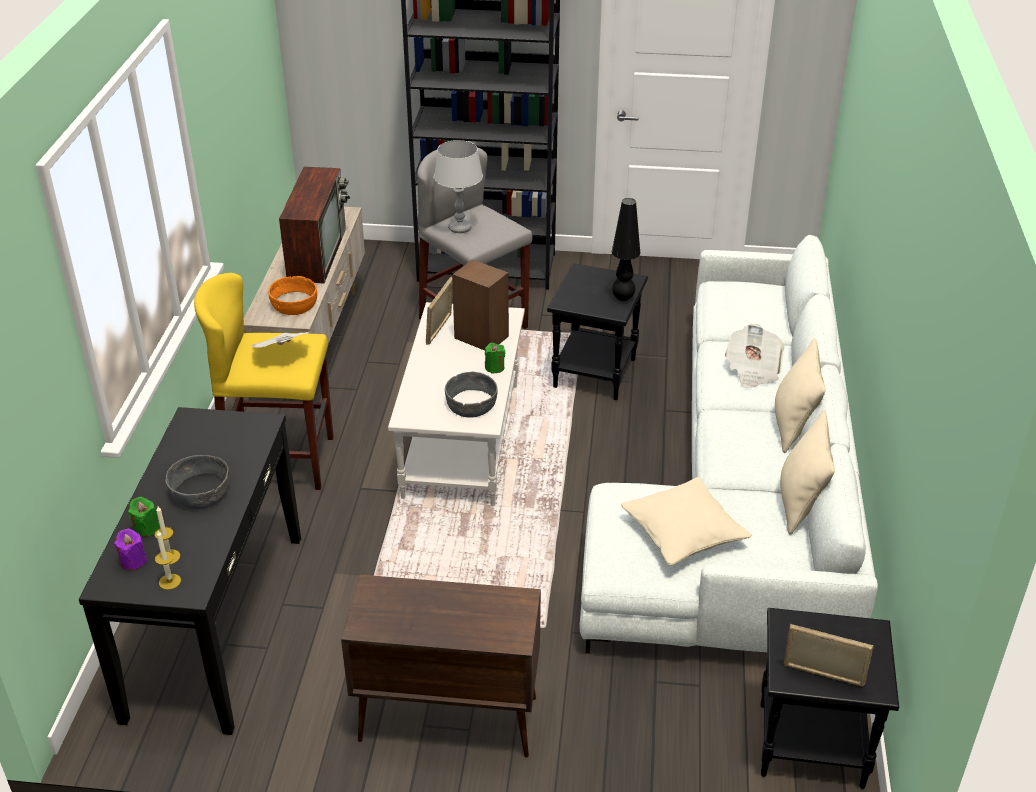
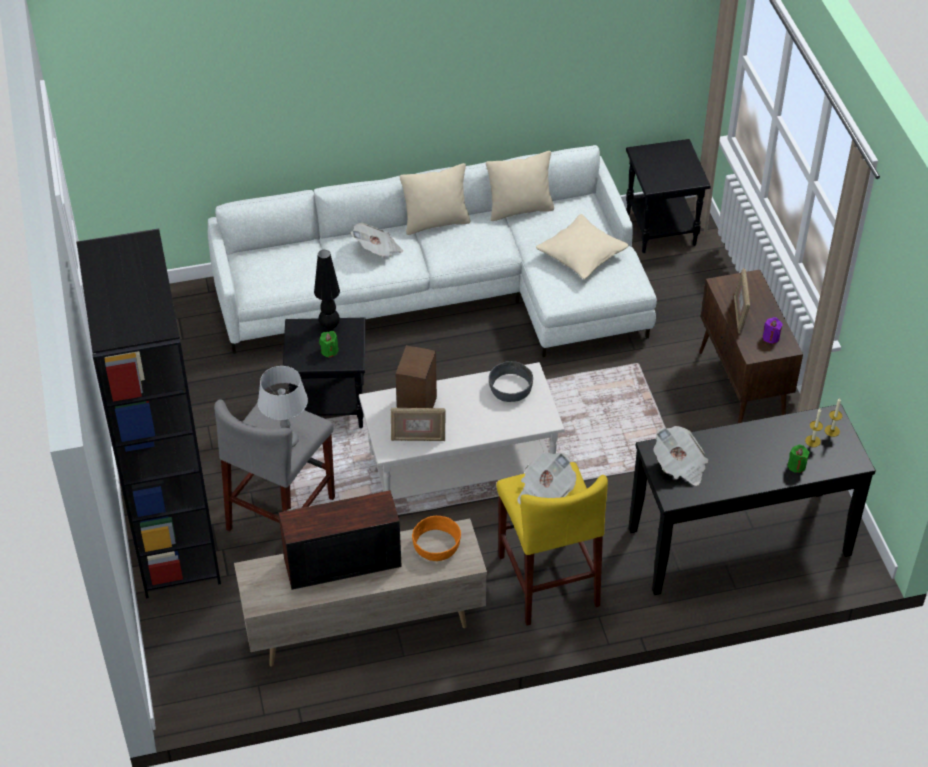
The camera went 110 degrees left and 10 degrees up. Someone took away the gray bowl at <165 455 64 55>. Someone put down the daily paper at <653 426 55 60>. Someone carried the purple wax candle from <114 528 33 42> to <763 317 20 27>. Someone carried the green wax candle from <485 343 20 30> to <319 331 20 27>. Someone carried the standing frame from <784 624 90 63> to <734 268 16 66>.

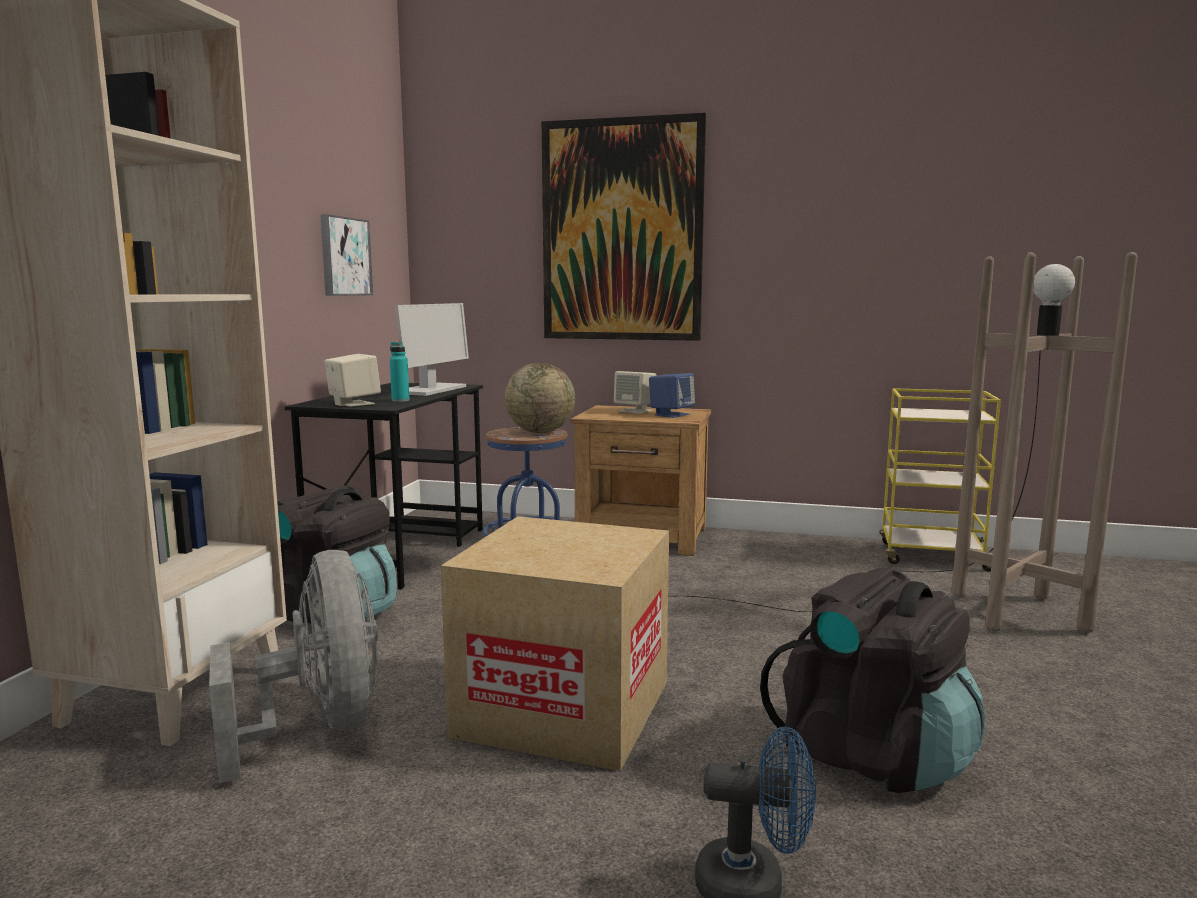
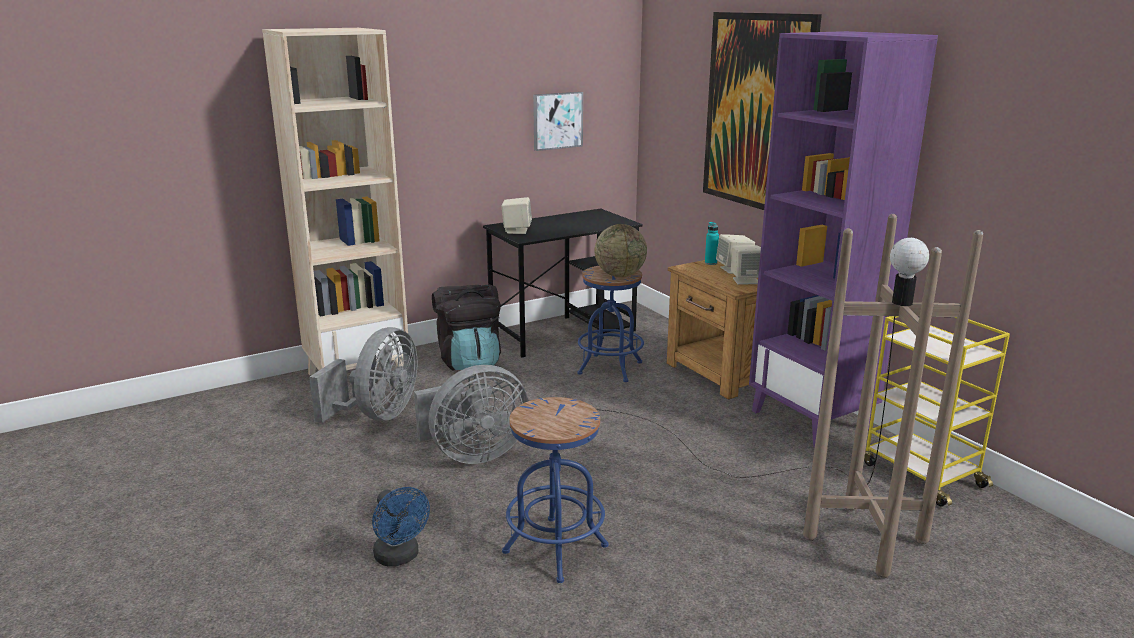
The camera went 45 degrees right and 10 degrees up. Someone took away the monitor at <395 303 74 93>. Someone put down the purple bookshelf at <749 31 189 417>. Someone carried the blue-green beverage bottle from <390 342 20 60> to <705 222 14 43>. Someone swapped the packing box at <441 516 228 255> for the gray cooling fan at <414 365 115 99>. Someone swapped the black knapsack at <760 568 225 225> for the blue stool at <502 397 106 186>. Someone repainted the blue audio speaker at <649 373 46 45>, which became the beige-coloured audio speaker at <731 245 30 40>.

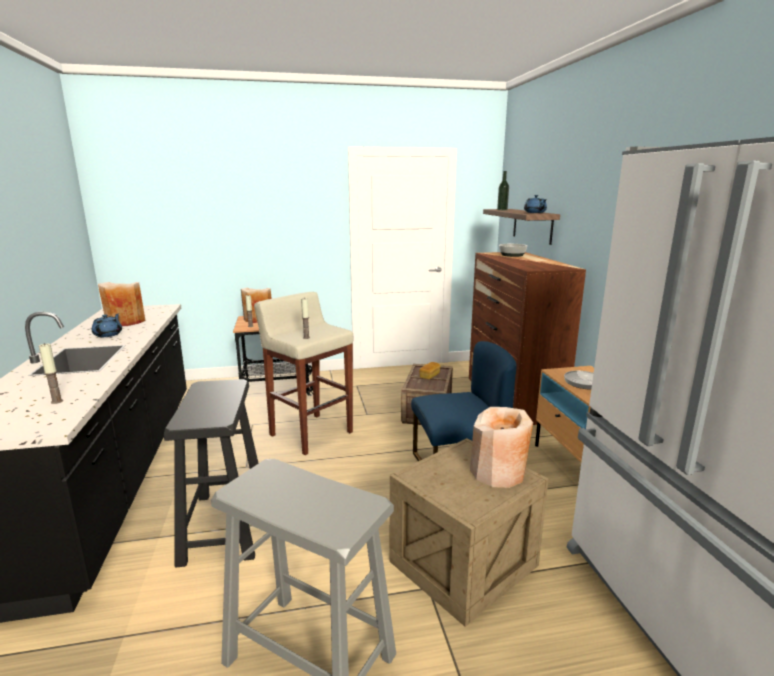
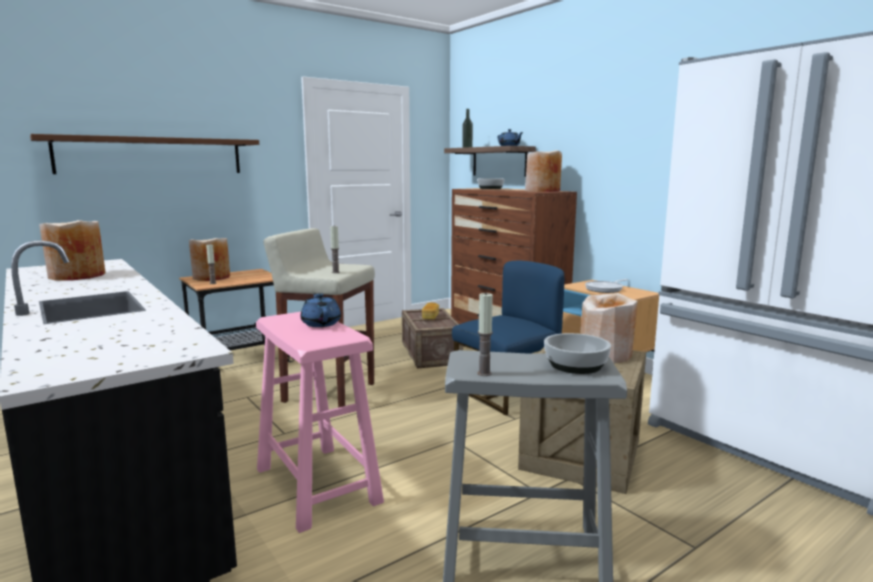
The camera went 25 degrees left and 5 degrees down. Someone put up the brown-coloured shelf at <30 134 229 40>. Someone put down the beige-coloured vase at <525 150 37 42>. Someone put down the bowl at <544 333 67 41>. Someone carried the wax candle from <39 344 24 60> to <477 293 16 83>. Someone carried the blue teapot from <92 313 30 24> to <301 293 40 34>. Someone repainted the black stool at <164 379 94 189>, which became the pinkish stool at <256 312 128 221>.

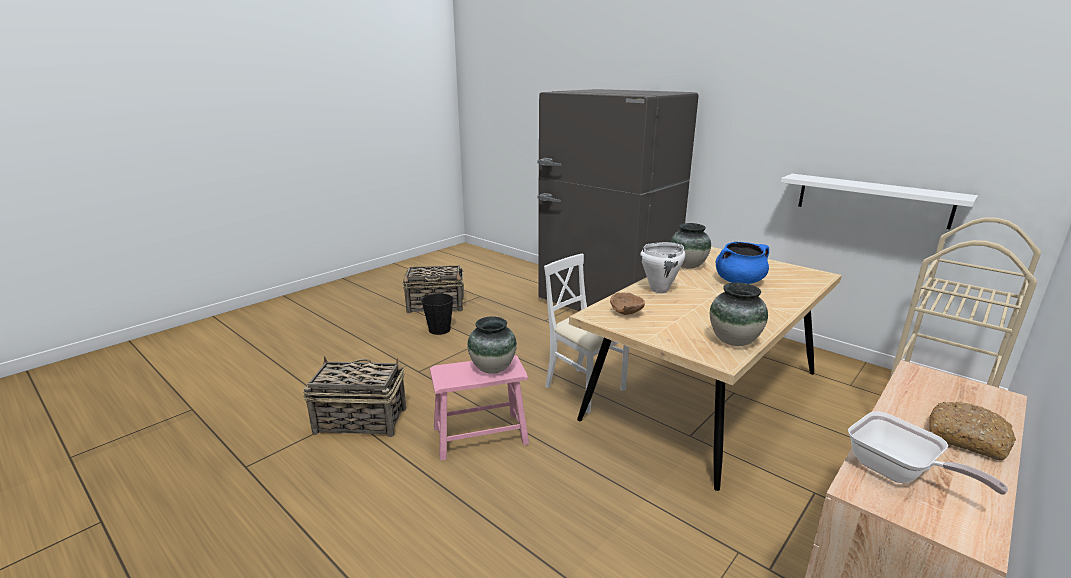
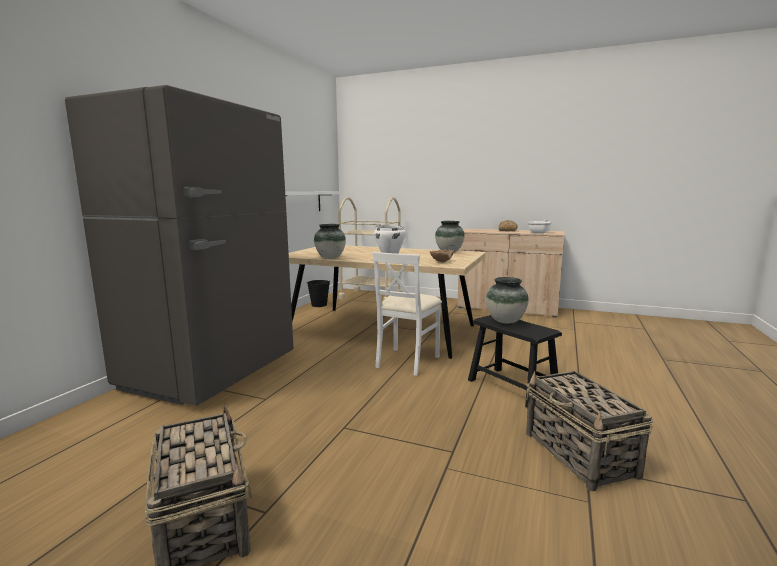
The camera went 110 degrees left and 10 degrees down. Someone took away the blue cooking pot at <716 242 53 42>. Someone carried the black water bucket from <421 292 32 43> to <307 280 23 27>. Someone repainted the pinkish stool at <430 355 99 105>, which became the black stool at <468 315 94 93>.

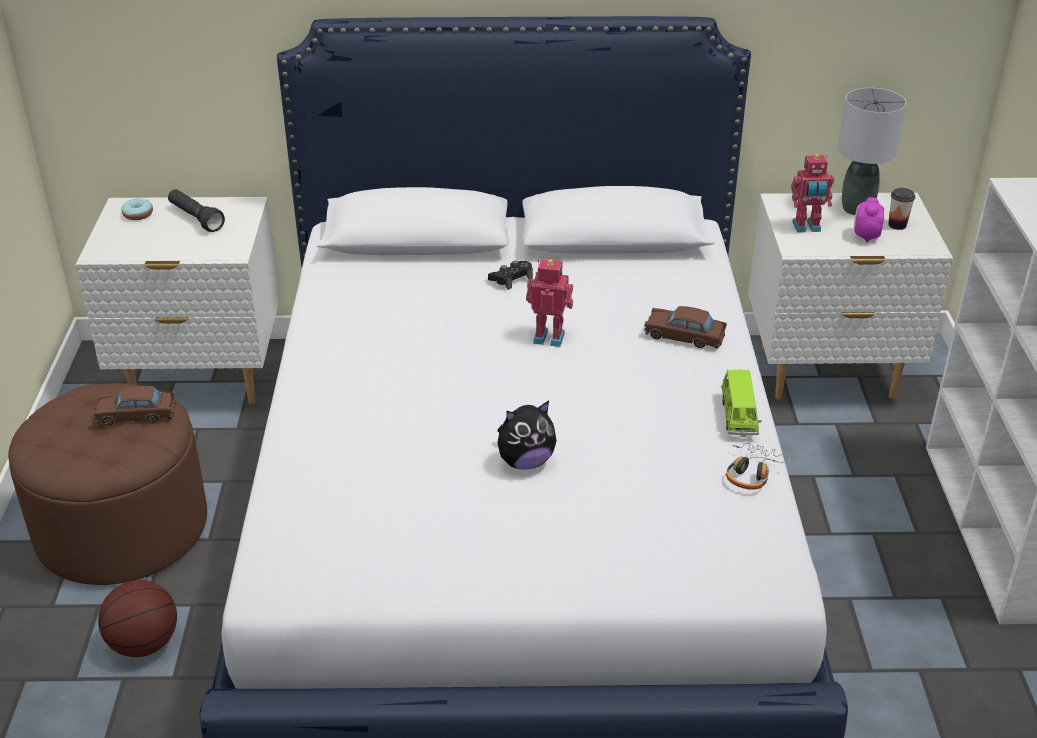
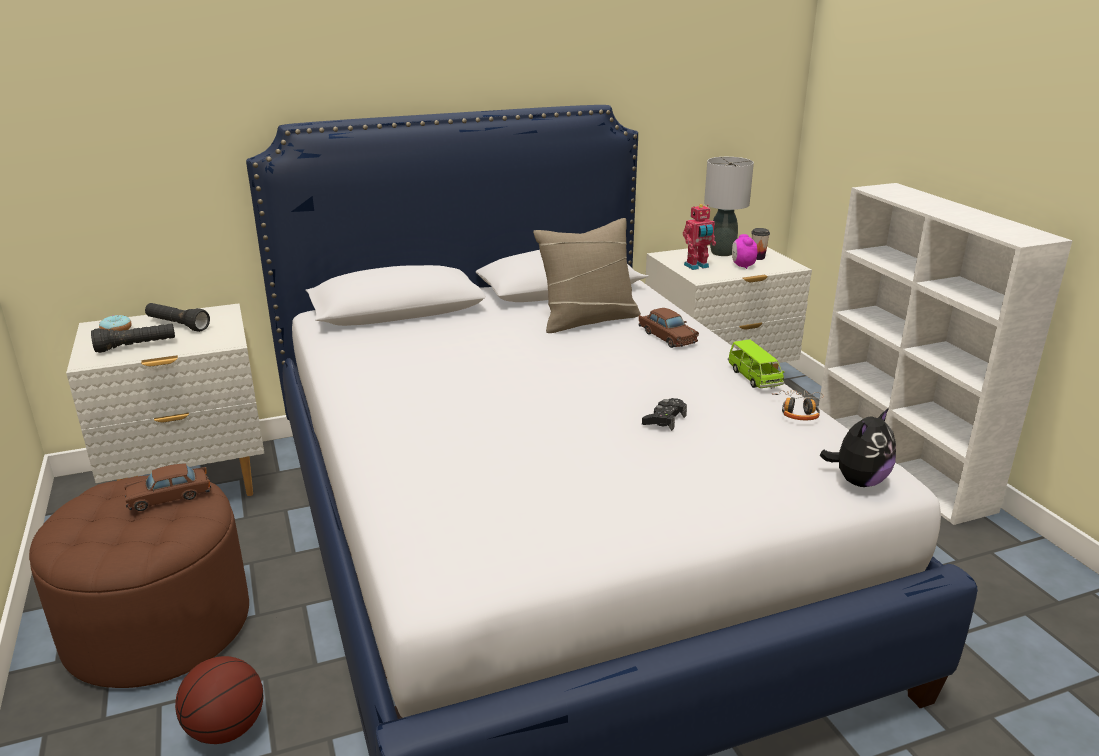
The camera went 20 degrees left and 10 degrees down. Someone took away the toy robot at <526 259 47 88>. Someone put down the black hand torch at <91 323 84 30>. Someone put down the beige-coloured cushion at <533 218 108 115>. Someone carried the black gamepad from <488 260 45 30> to <642 398 45 33>. Someone carried the soft toy from <497 401 60 69> to <820 408 76 79>. Someone rotated the brown-coloured toy car at <645 306 82 42> by 120 degrees counterclockwise.

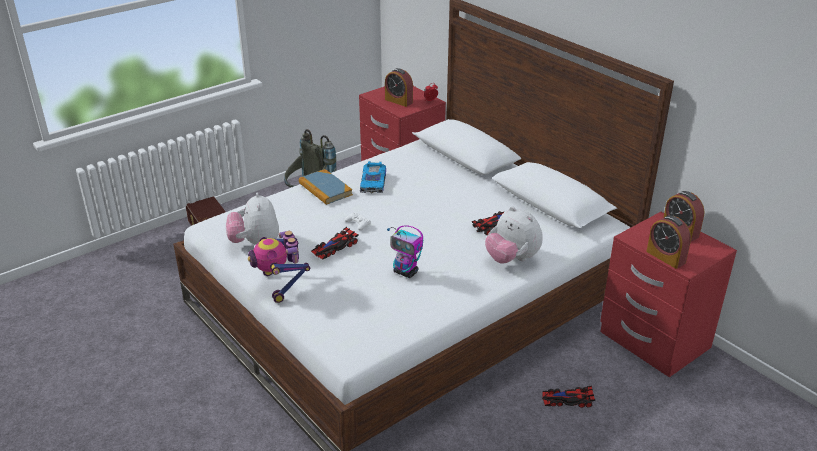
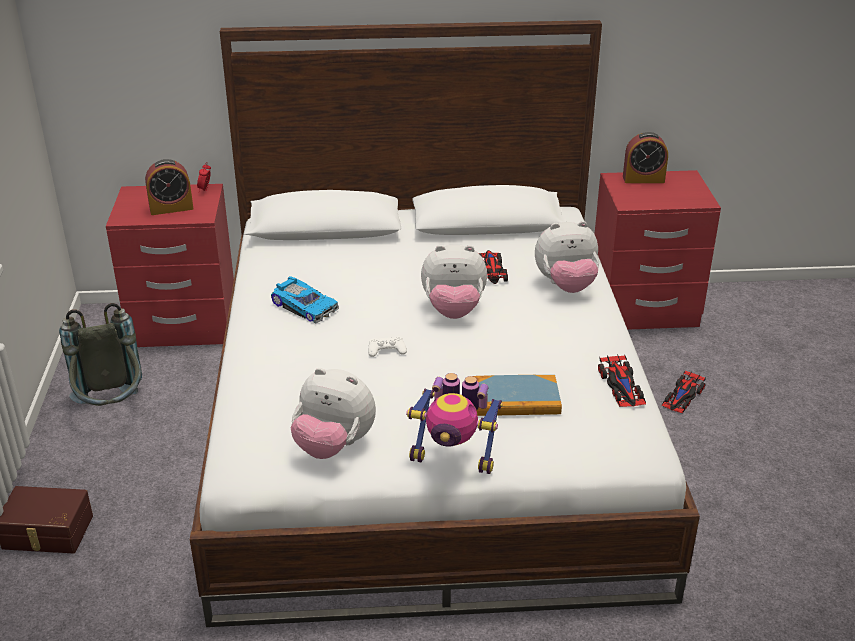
The camera went 55 degrees left and 0 degrees up. Someone took away the toy robot at <387 225 36 53>. Someone took away the alarm clock at <646 215 45 54>. Someone put down the soft toy at <421 245 66 74>. Someone carried the volume from <299 169 54 36> to <473 375 89 41>. Someone carried the toy car from <311 227 48 32> to <598 355 48 52>.

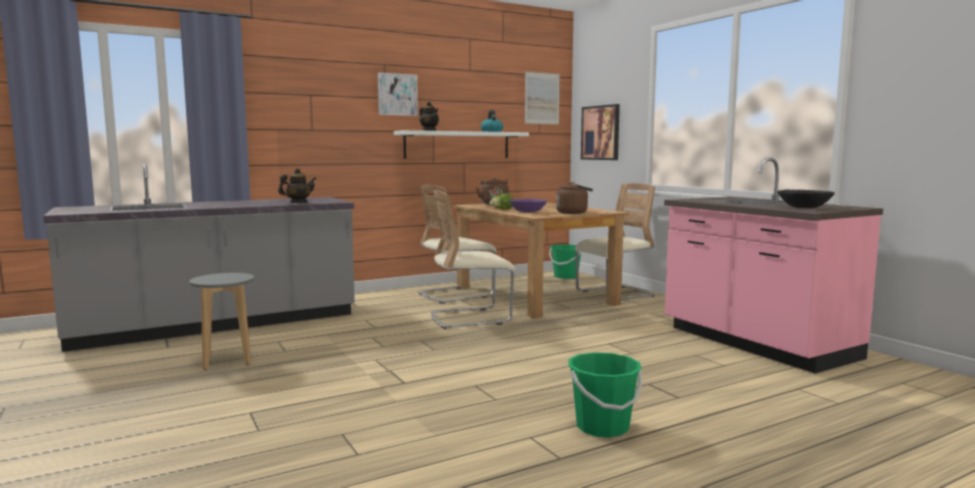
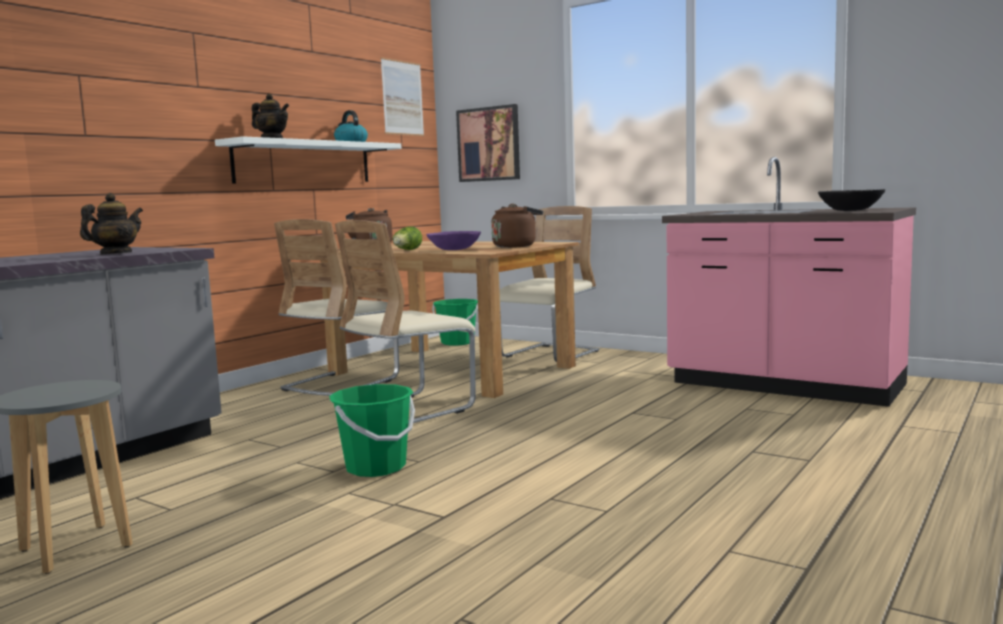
The camera went 25 degrees left and 0 degrees up. Someone took away the picture at <378 73 40 43>. Someone carried the green water bucket from <568 352 74 86> to <329 384 86 93>.

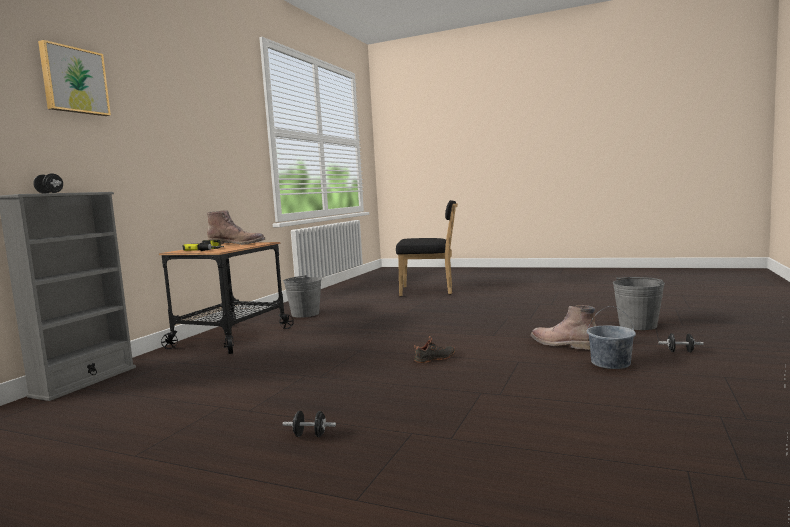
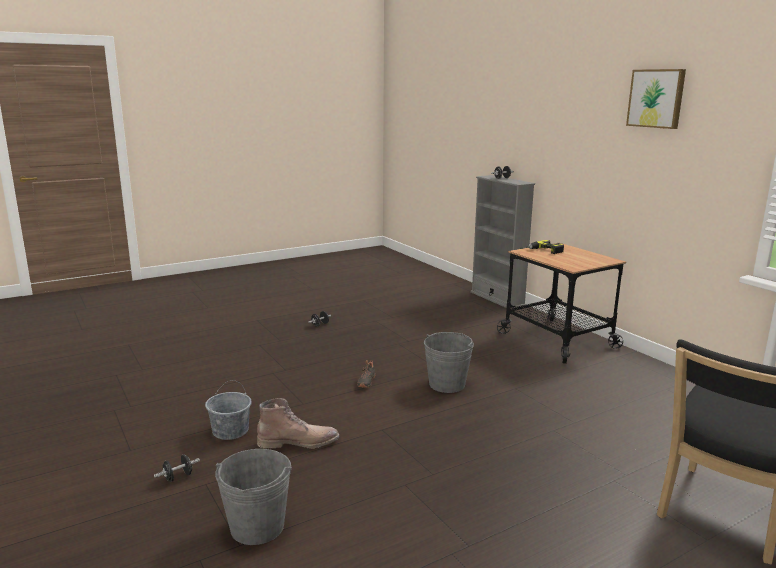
The camera went 125 degrees right and 10 degrees up. Someone took away the brown-coloured high-top boot at <207 210 58 35>. Someone carried the picture from <38 40 73 76> to <626 69 60 60>. Someone carried the gray water bucket from <283 275 38 43> to <424 332 50 61>.

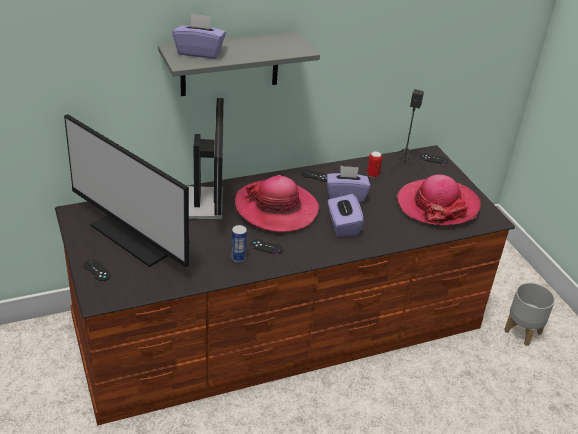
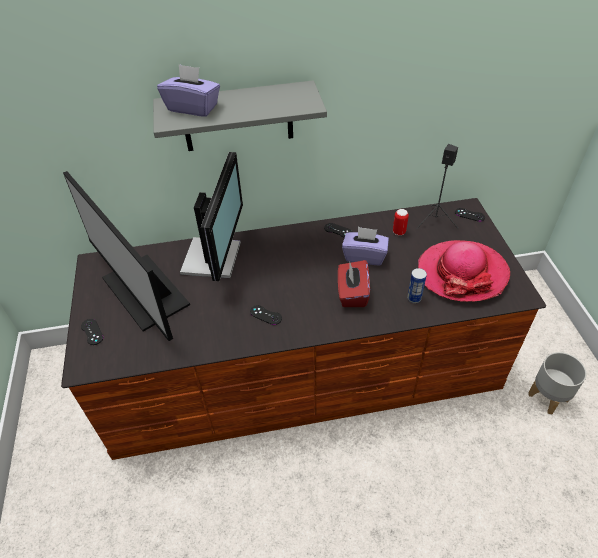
The camera went 15 degrees right and 10 degrees up. Someone took away the wearable hat at <235 175 85 57>. Someone carried the sealed can from <231 225 16 38> to <407 268 20 35>. Someone repainted the purple box of tissues at <328 194 36 43>, which became the red-coloured box of tissues at <338 260 32 47>.

